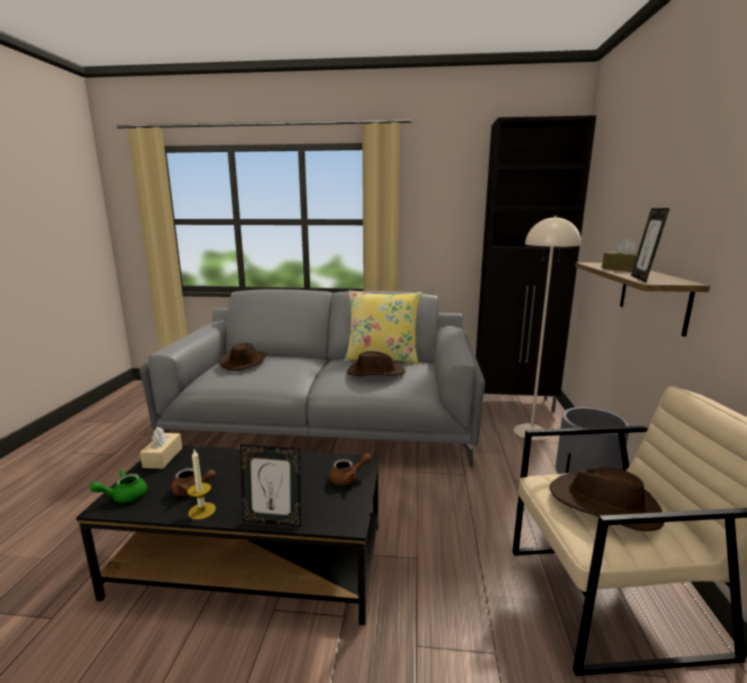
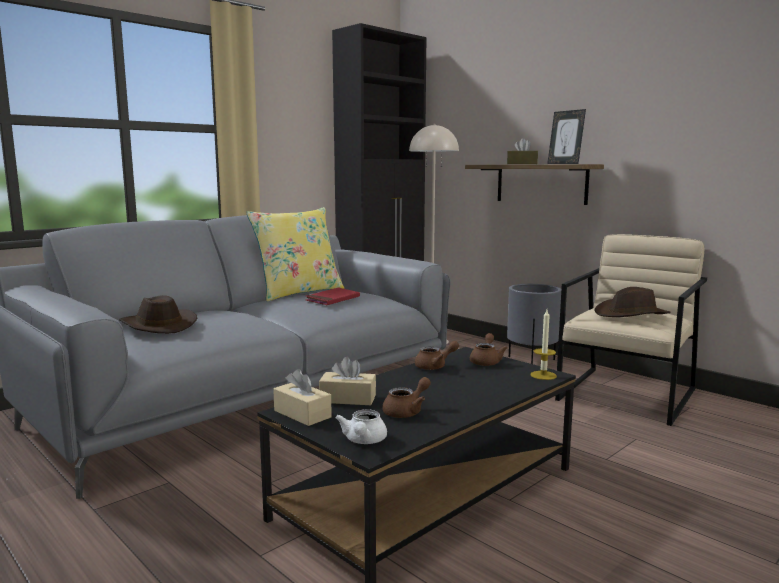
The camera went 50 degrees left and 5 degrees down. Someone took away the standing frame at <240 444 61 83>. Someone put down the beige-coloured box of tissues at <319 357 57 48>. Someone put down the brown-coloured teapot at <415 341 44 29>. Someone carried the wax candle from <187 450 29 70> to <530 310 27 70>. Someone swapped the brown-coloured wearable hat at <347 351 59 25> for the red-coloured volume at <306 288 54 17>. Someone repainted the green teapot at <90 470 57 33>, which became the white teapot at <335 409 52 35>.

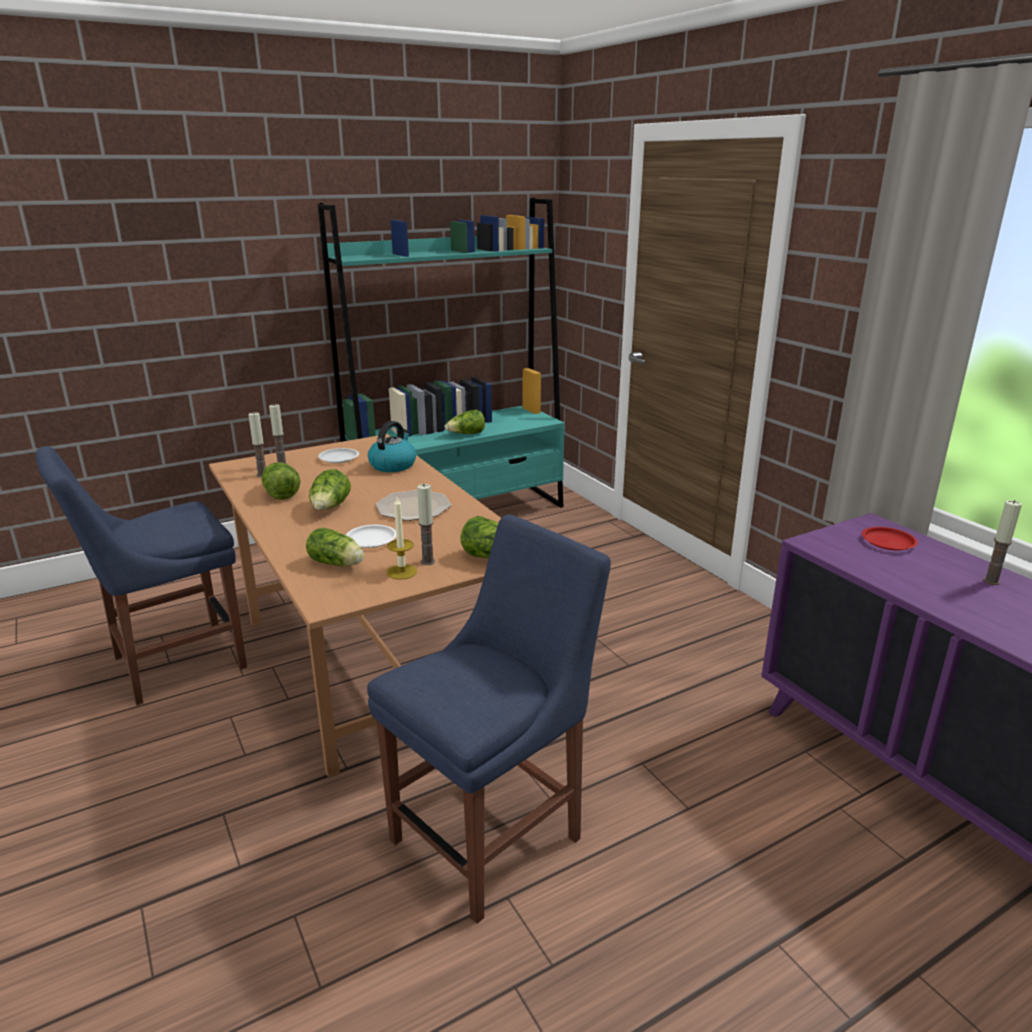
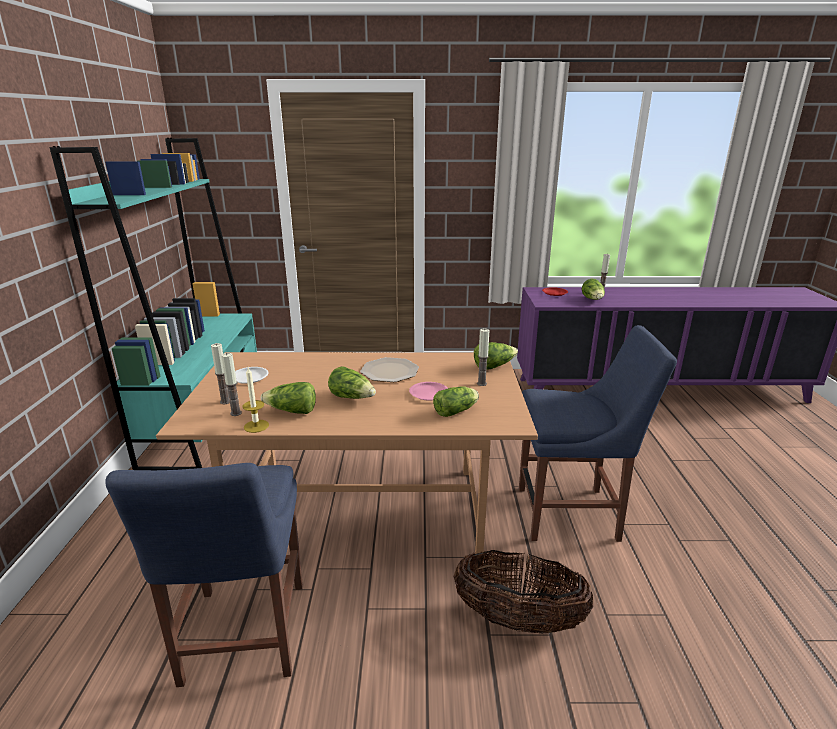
The camera went 60 degrees left and 0 degrees up. Someone took away the kettle at <368 421 48 51>. Someone put down the basket at <453 550 141 84>. Someone carried the wax candle from <387 497 30 83> to <242 367 27 66>. Someone carried the lettuce from <444 410 41 24> to <582 279 23 21>. Someone repainted the white dinner plate at <346 525 50 23>, which became the pinkish dinner plate at <409 382 39 19>. Someone rotated the blue chair at <367 514 244 410> by 105 degrees clockwise.

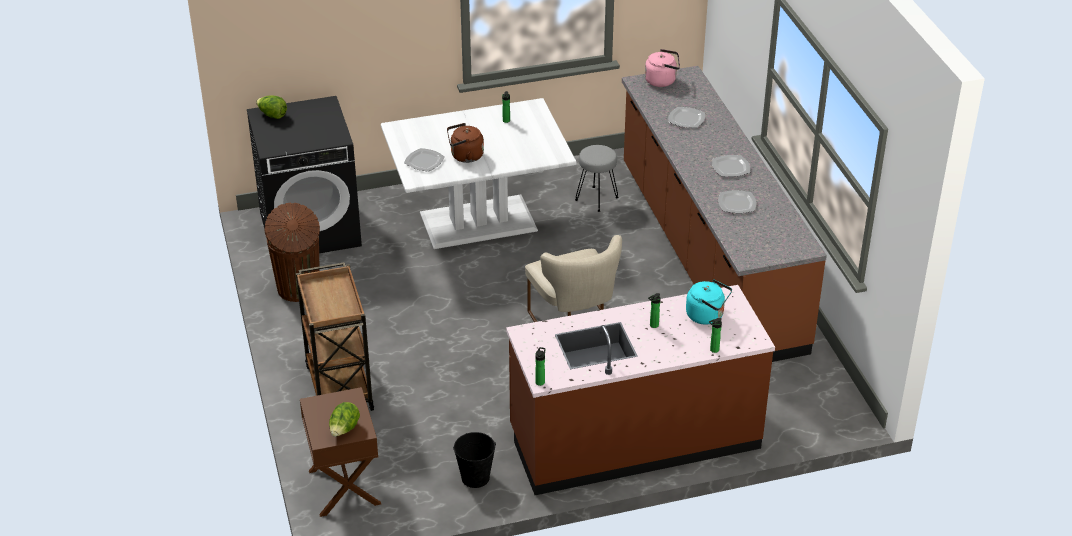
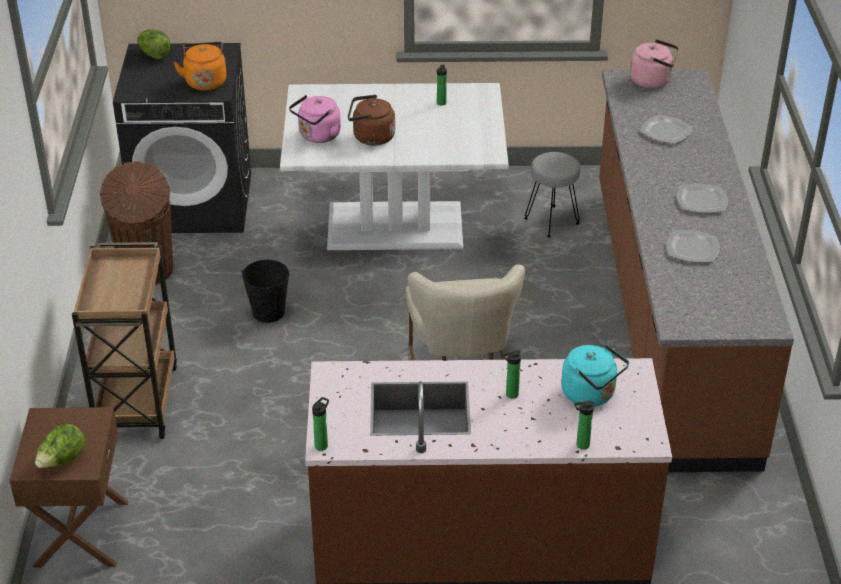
The camera went 15 degrees right and 0 degrees up. Someone put down the orange-coloured kettle at <173 42 54 49>. Someone carried the black water bucket from <453 432 43 56> to <241 260 48 63>. Someone swapped the dinner plate at <404 148 41 24> for the pinkish kettle at <289 95 52 48>.

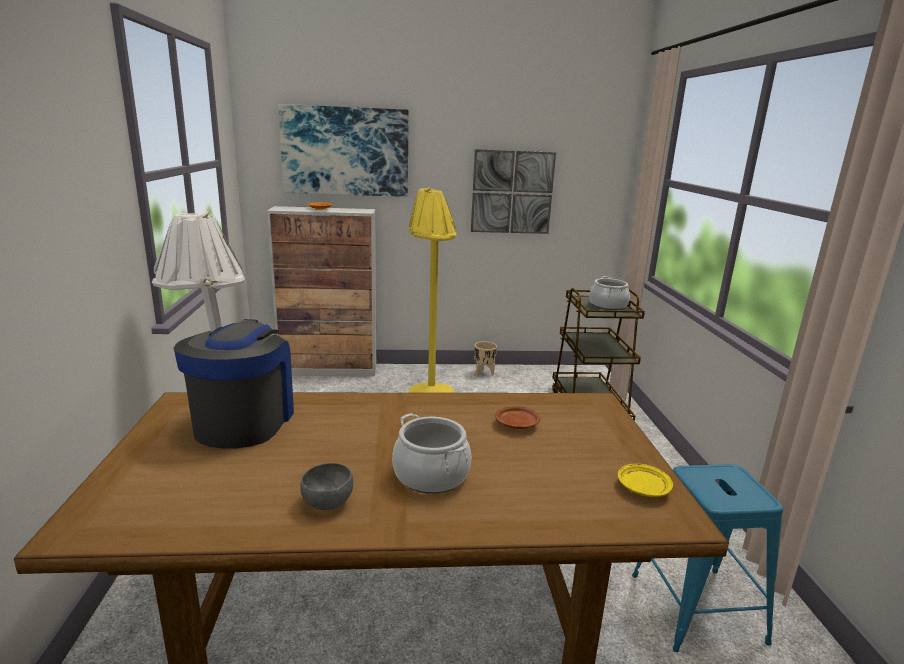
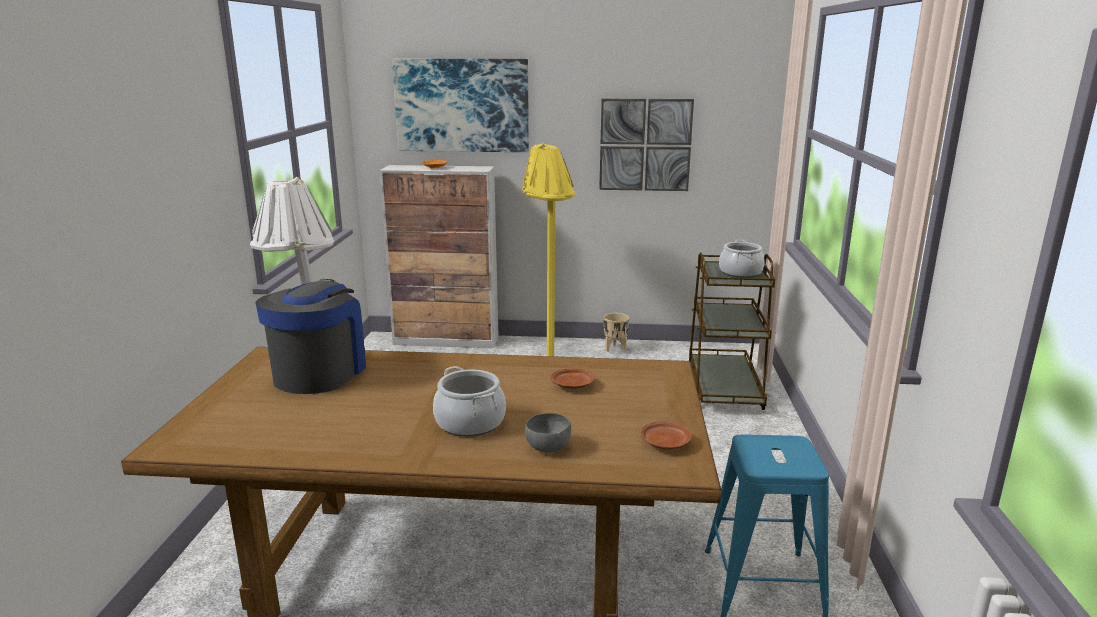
The camera went 10 degrees right and 0 degrees up. Someone carried the gray bowl from <300 463 54 47> to <525 413 46 39>. Someone repainted the yellow-coloured dinner plate at <618 464 55 33>, which became the brown-coloured dinner plate at <641 421 51 28>.

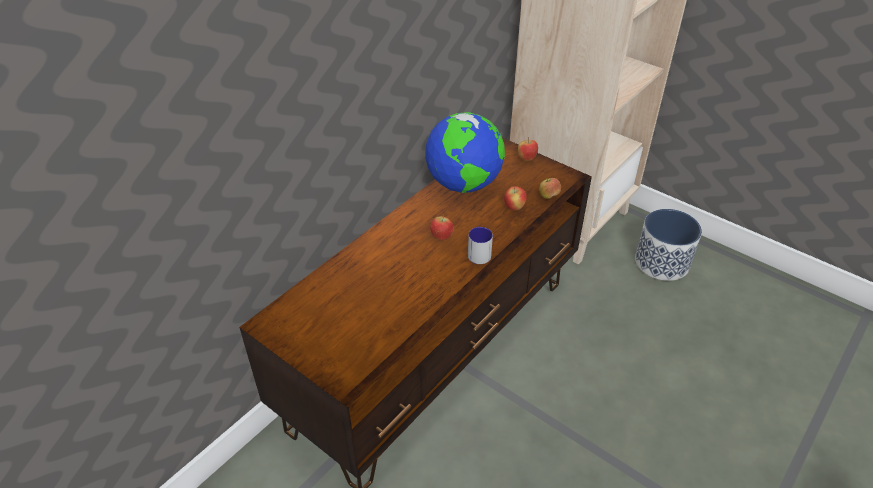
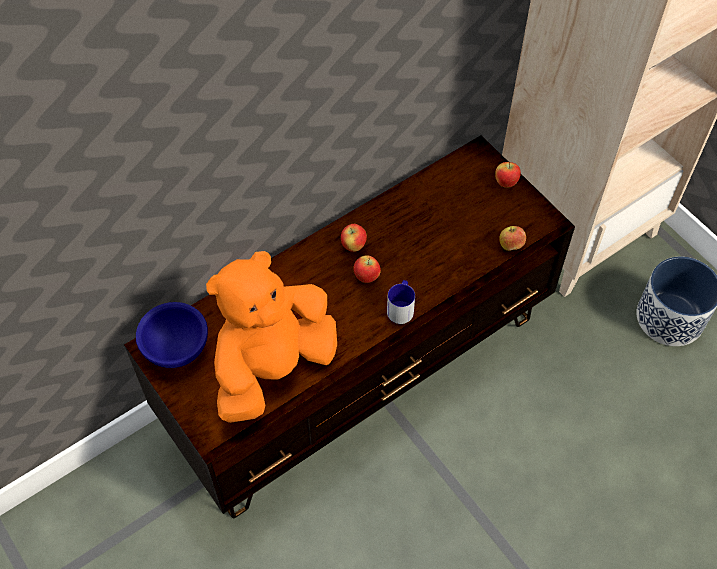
The camera went 15 degrees right and 15 degrees up. Someone took away the globe at <425 112 80 81>. Someone put down the blue bowl at <136 302 72 66>. Someone put down the orange-coloured soft toy at <206 251 131 172>. Someone carried the apple fruit from <504 186 23 25> to <341 224 26 28>.

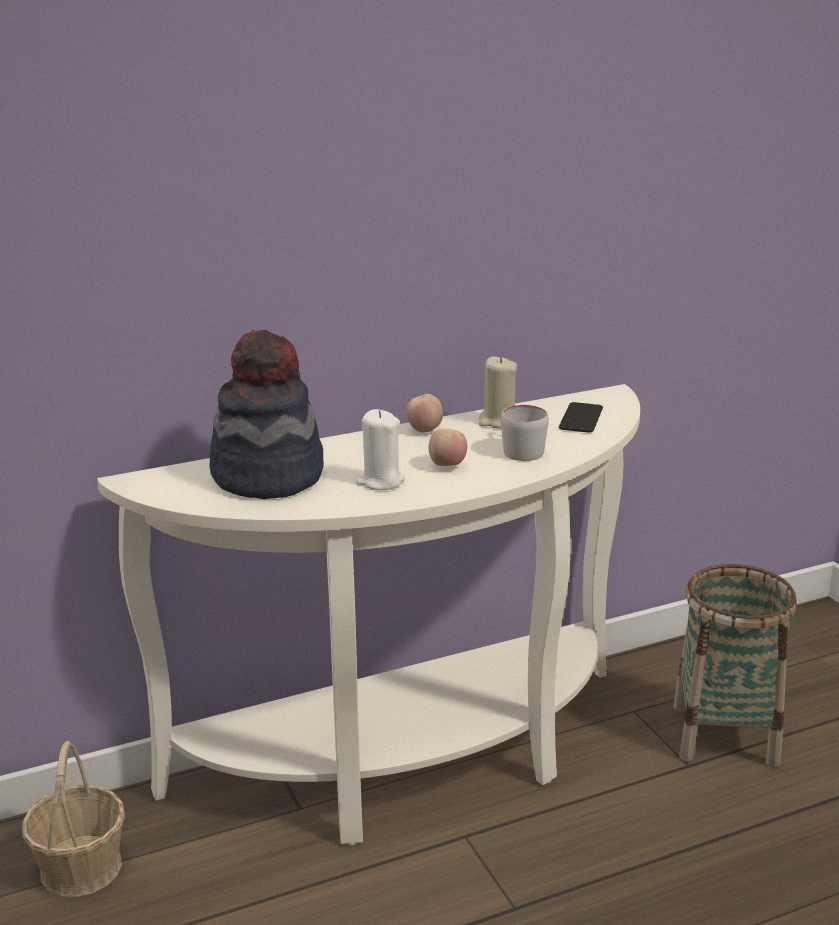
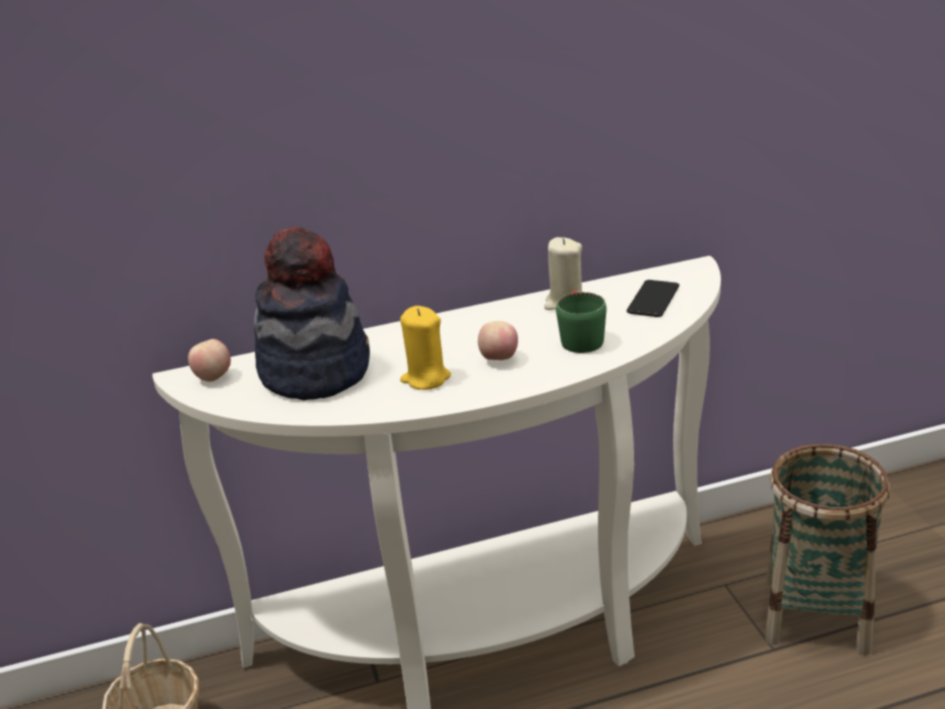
The camera went 10 degrees right and 5 degrees up. Someone carried the apple fruit from <406 394 37 38> to <188 339 43 43>. Someone repainted the white wax candle at <356 409 49 81>, which became the yellow-coloured wax candle at <400 306 51 84>. Someone repainted the gray mug at <501 405 48 56>, which became the green mug at <556 291 50 62>.

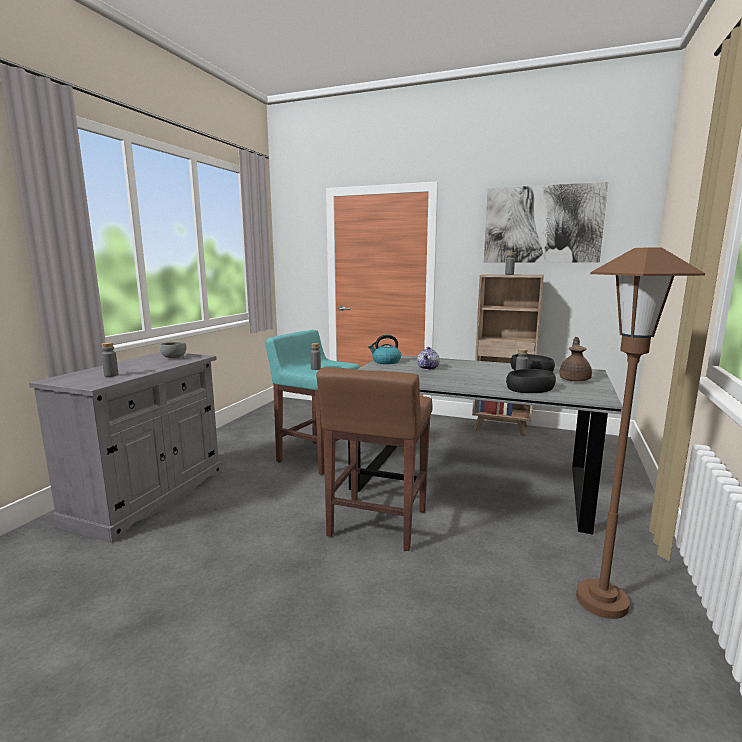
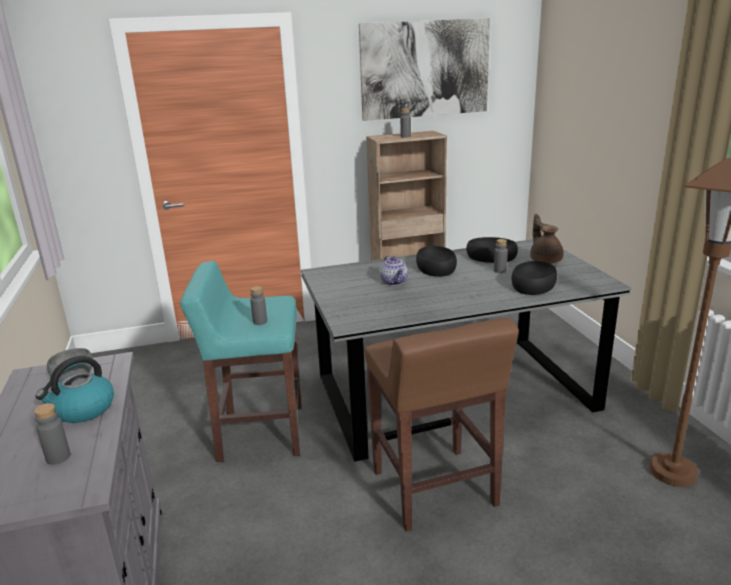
The camera went 35 degrees left and 10 degrees up. Someone put down the black bowl at <416 246 41 31>. Someone carried the kettle from <368 335 33 29> to <36 356 78 67>.

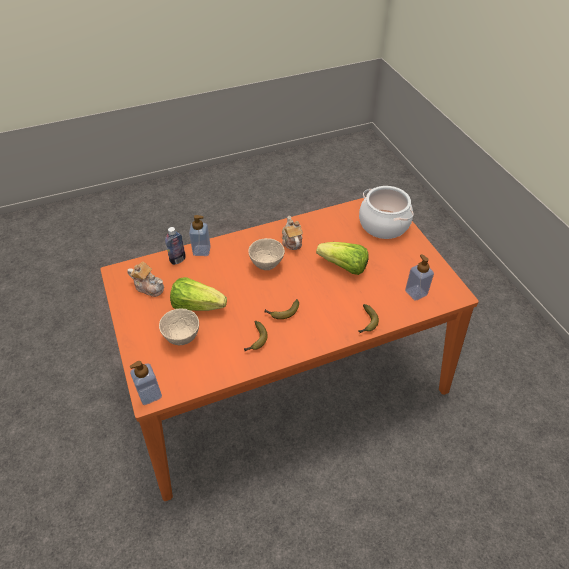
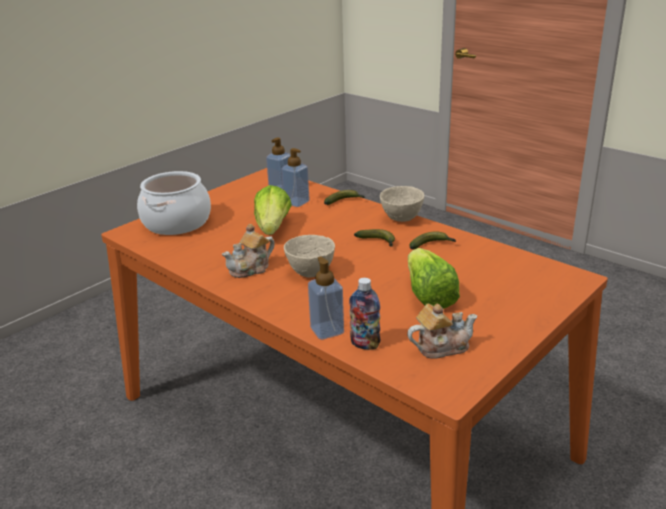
The camera went 115 degrees left and 20 degrees down. Someone carried the soap dispenser from <130 361 32 44> to <281 148 29 59>. Someone carried the beige-coloured bowl from <159 309 40 36> to <380 186 44 36>. Someone rotated the teapot at <127 262 37 35> by 75 degrees clockwise.

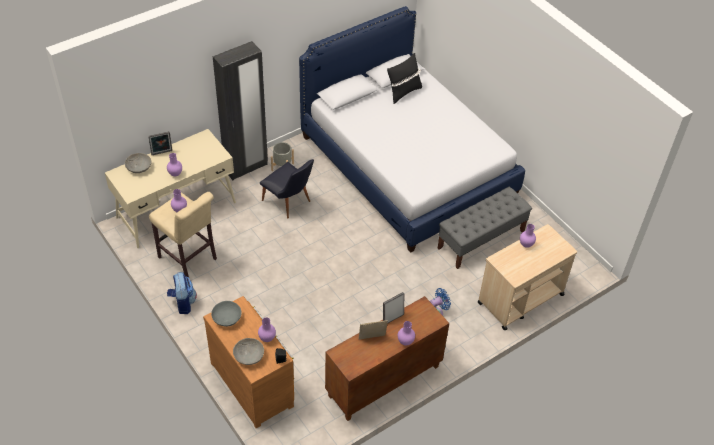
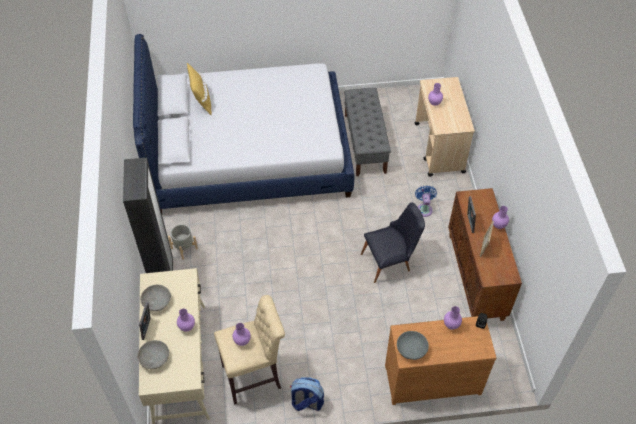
The camera went 60 degrees left and 5 degrees up. Someone carried the gray bowl from <233 338 31 27> to <140 285 31 26>. Someone carried the black chair from <260 159 54 59> to <361 202 64 81>. Someone repainted the black cushion at <387 53 35 51>, which became the yellow-coloured cushion at <187 63 25 52>.

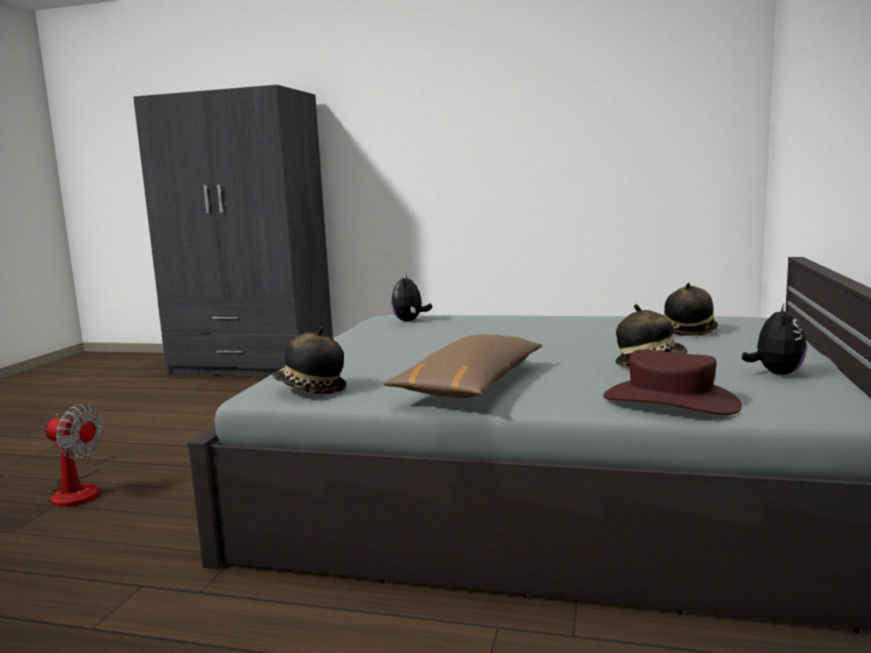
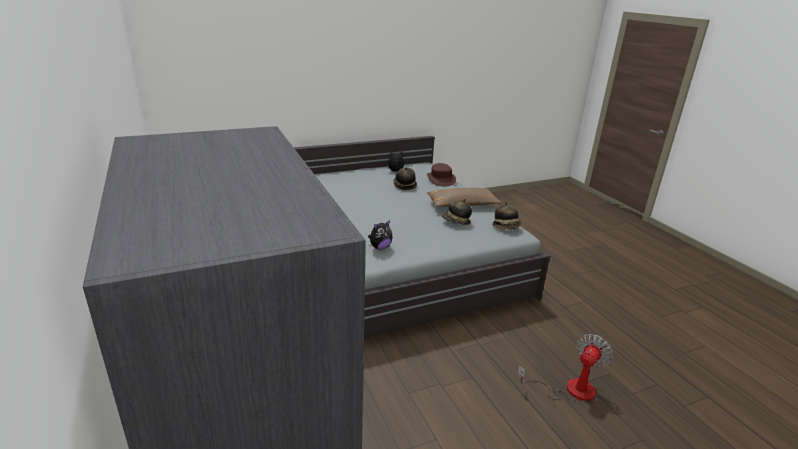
The camera went 130 degrees left and 15 degrees up. Someone carried the wearable hat from <664 283 54 53> to <442 199 30 26>. Someone rotated the cooling fan at <45 404 58 103> by 60 degrees clockwise.

